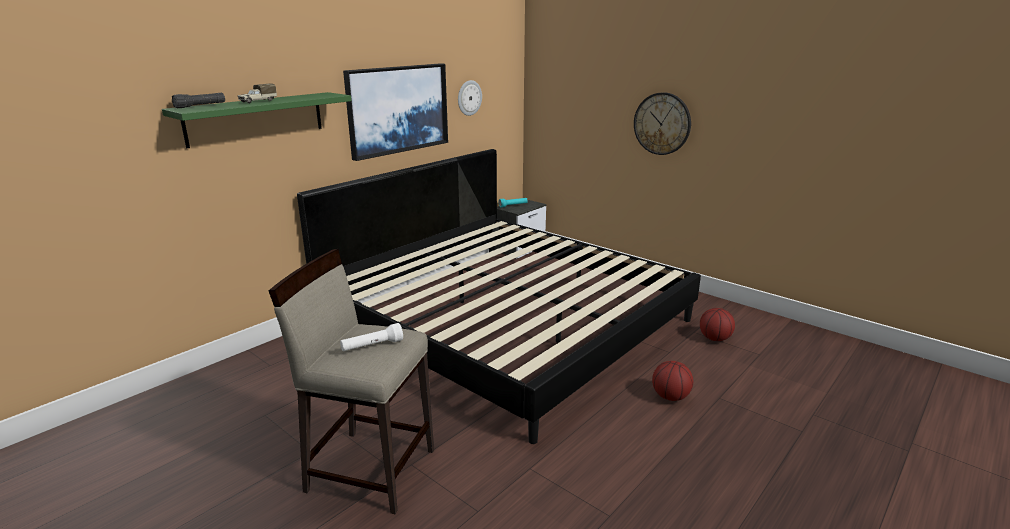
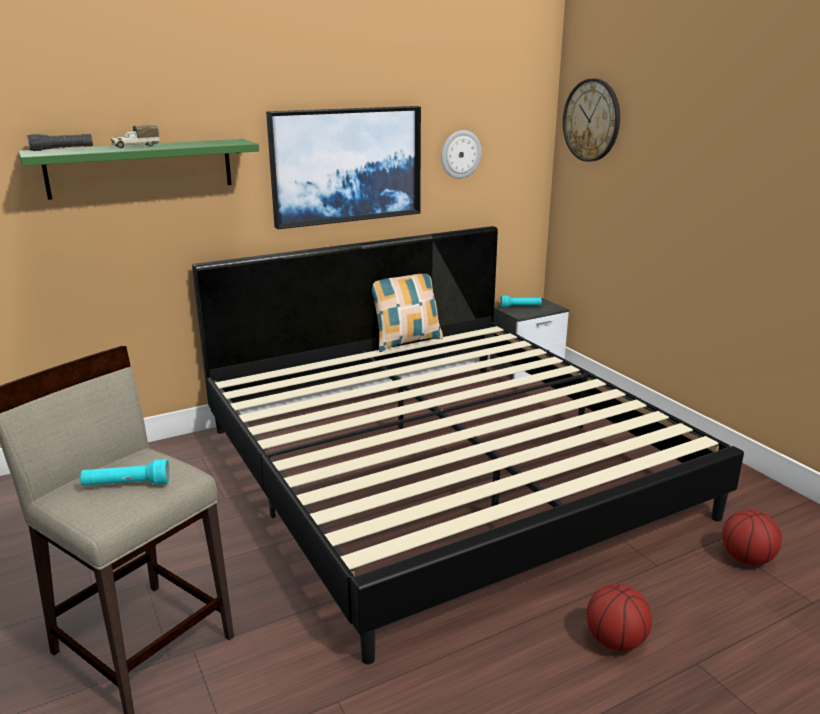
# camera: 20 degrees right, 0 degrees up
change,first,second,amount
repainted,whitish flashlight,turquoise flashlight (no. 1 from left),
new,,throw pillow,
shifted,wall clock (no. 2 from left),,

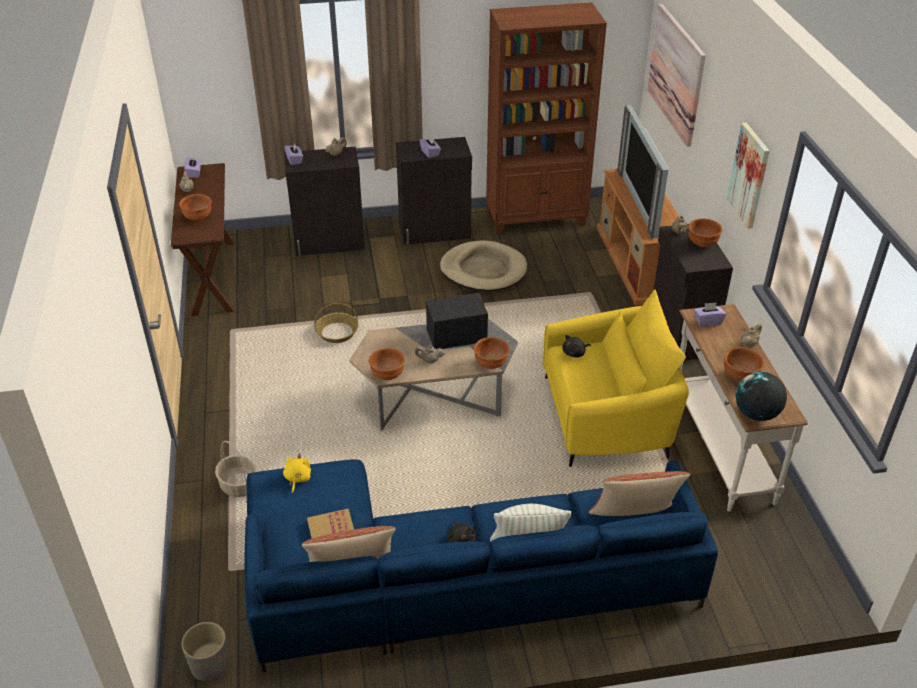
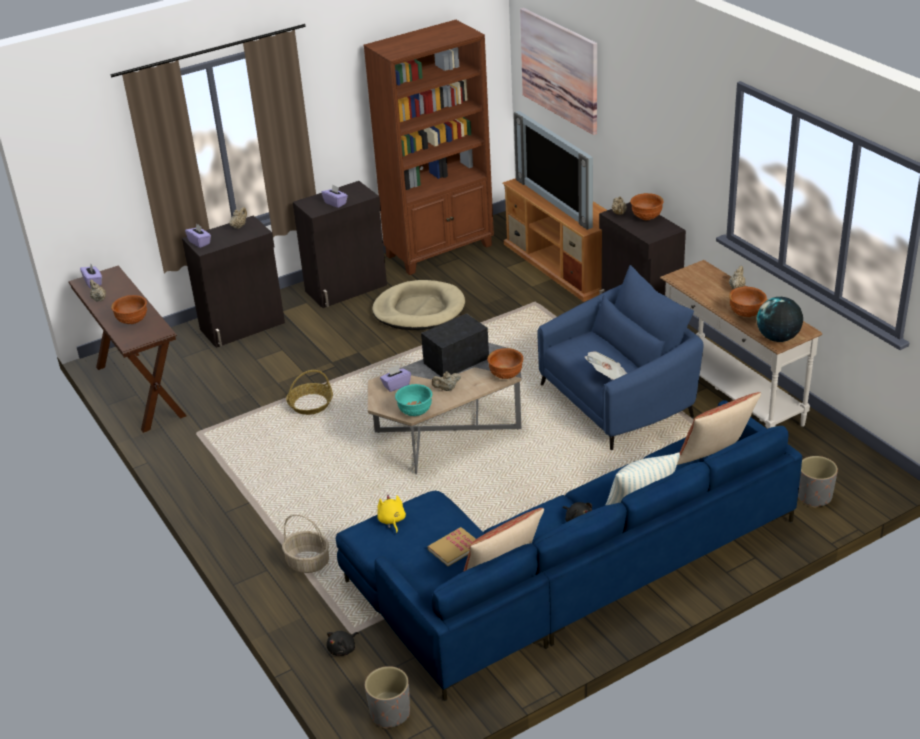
# camera: 20 degrees left, 5 degrees down
change,first,second,amount
shifted,black-coloured plush toy (no. 2 from left in the first image),black-coloured plush toy (no. 1 from left),
shifted,purple-coloured tissue holder (no. 4 from left),,
repainted,brownish serving bowl (no. 2 from left),turquoise serving bowl,
repainted,yellowish easy chair,blue easy chair,
new,,daily paper,
new,,grey planter (no. 2 from left),
gone,picture (no. 2 from left),,

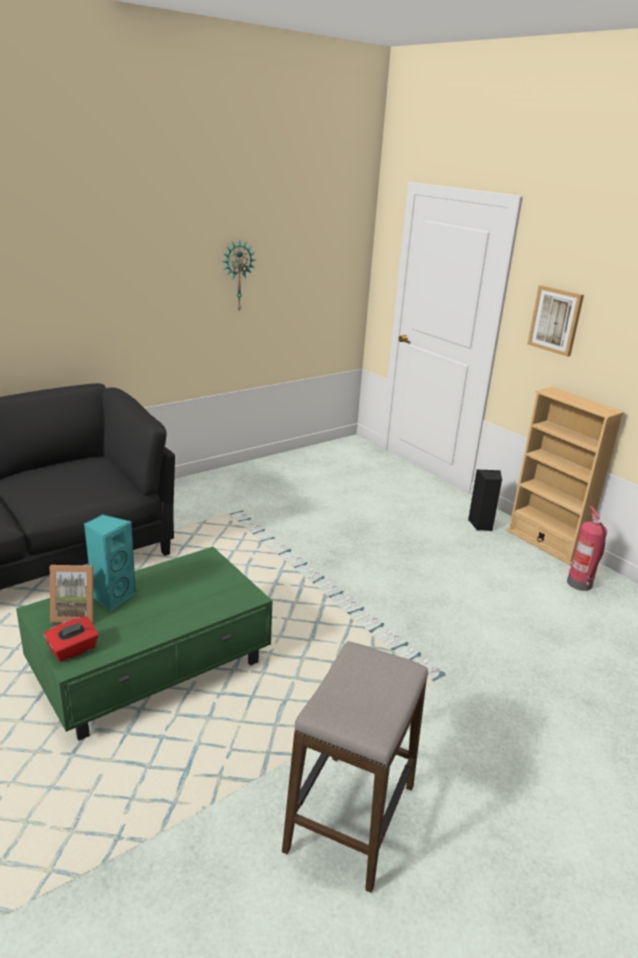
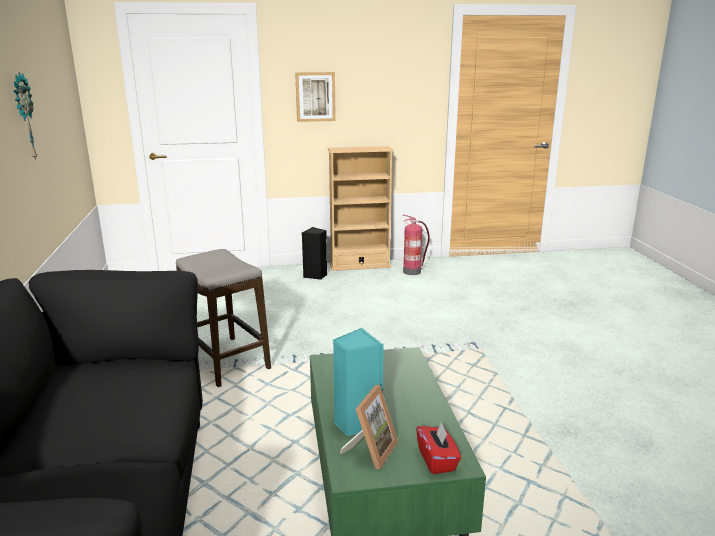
# camera: 60 degrees left, 5 degrees down
change,first,second,amount
shifted,stool seat,,

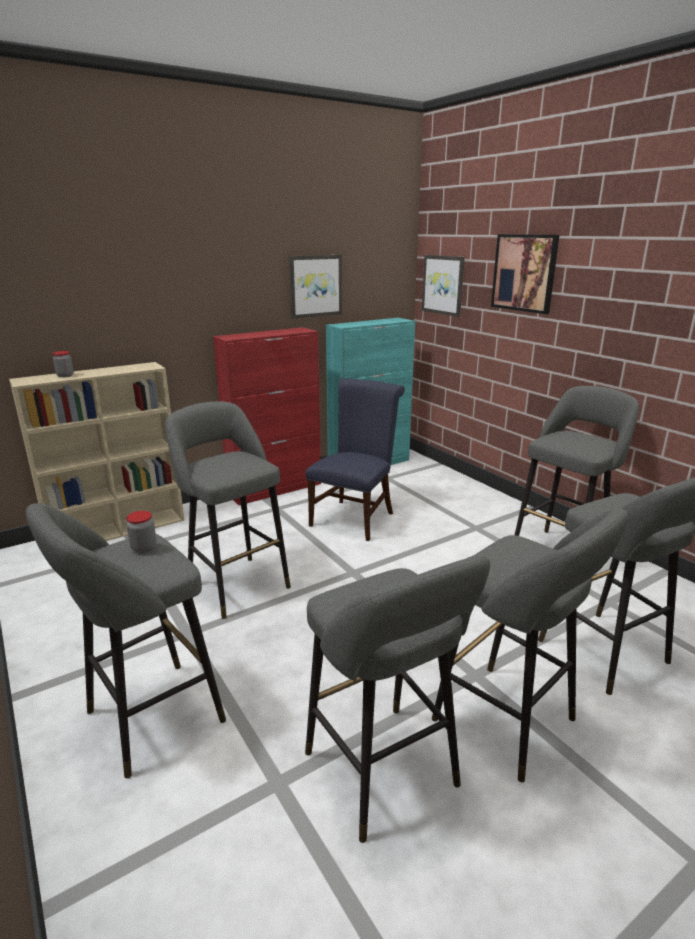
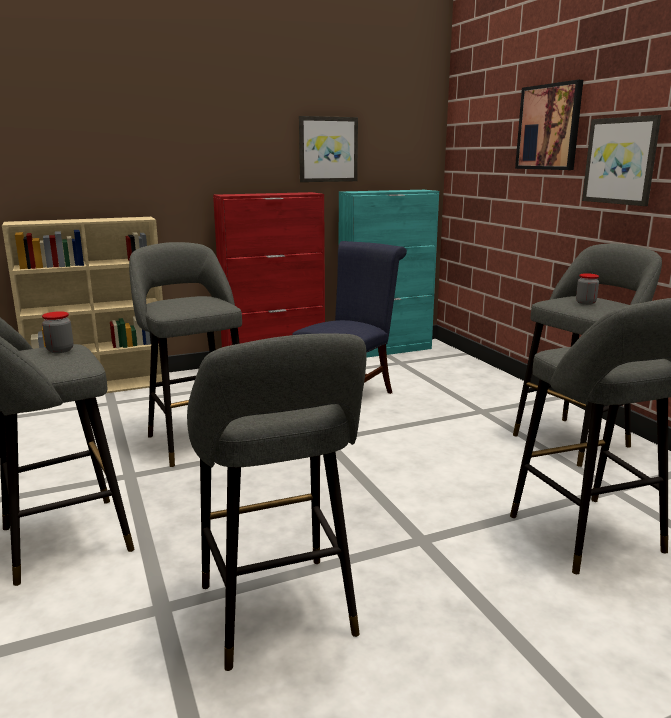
# camera: 10 degrees right, 5 degrees down
change,first,second,amount
shifted,jar (no. 1 from left in the first image),jar (no. 2 from left),
shifted,picture (no. 2 from left in the first image),picture (no. 3 from left),
gone,grey stool seat (no. 4 from left),,

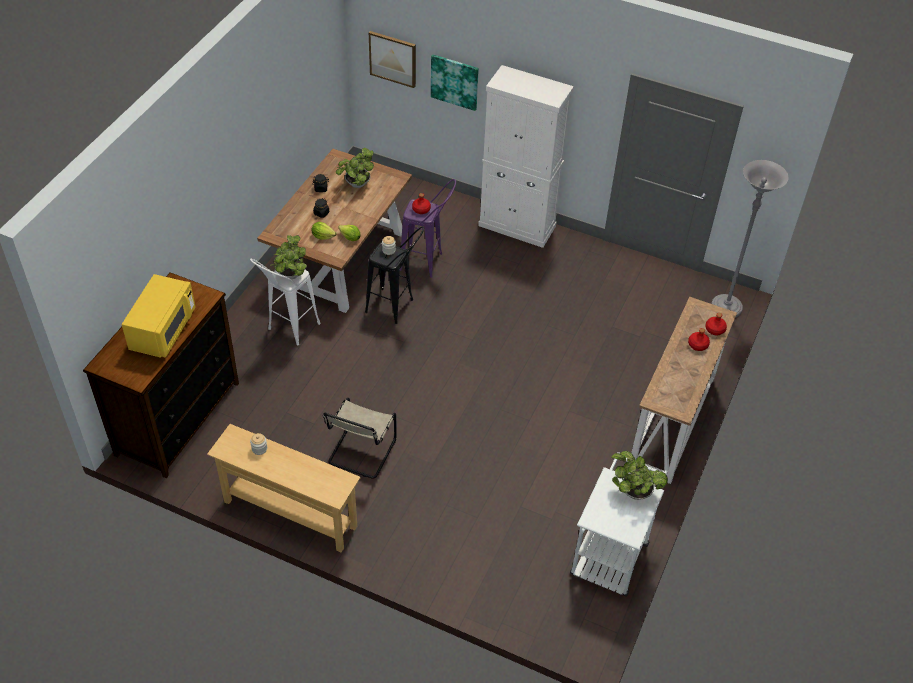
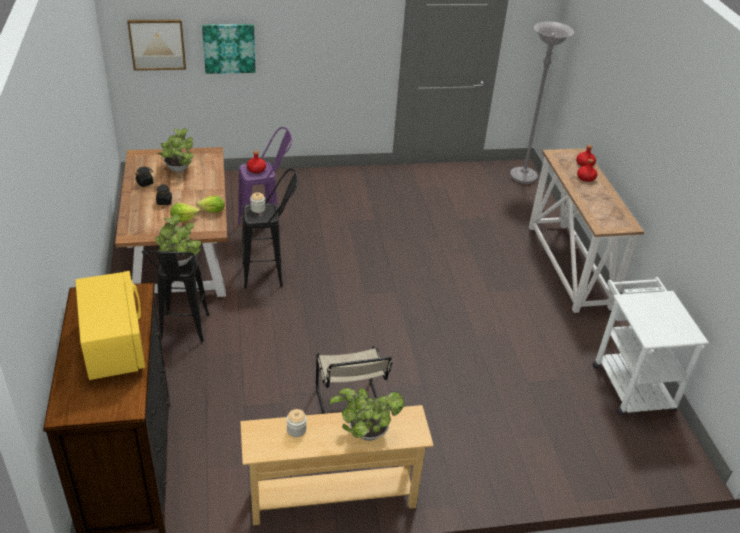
# camera: 35 degrees left, 10 degrees down
change,first,second,amount
repainted,whitish stool seat,black-coloured stool seat (no. 1 from left),
shifted,houseplant (no. 3 from left),,
gone,whitish cupboard,,

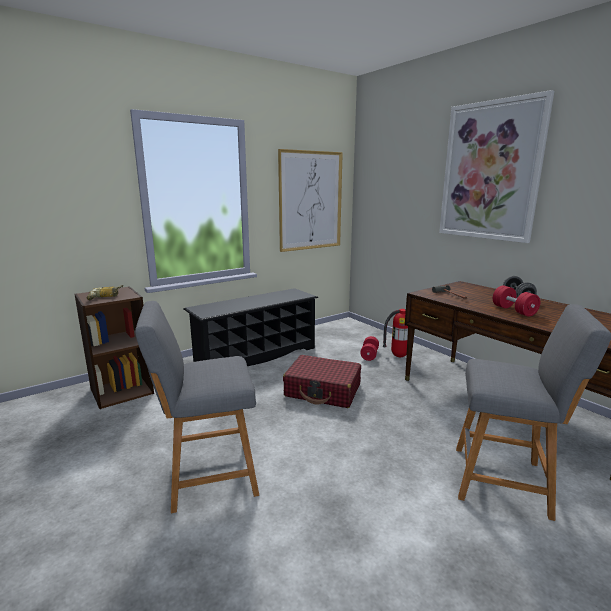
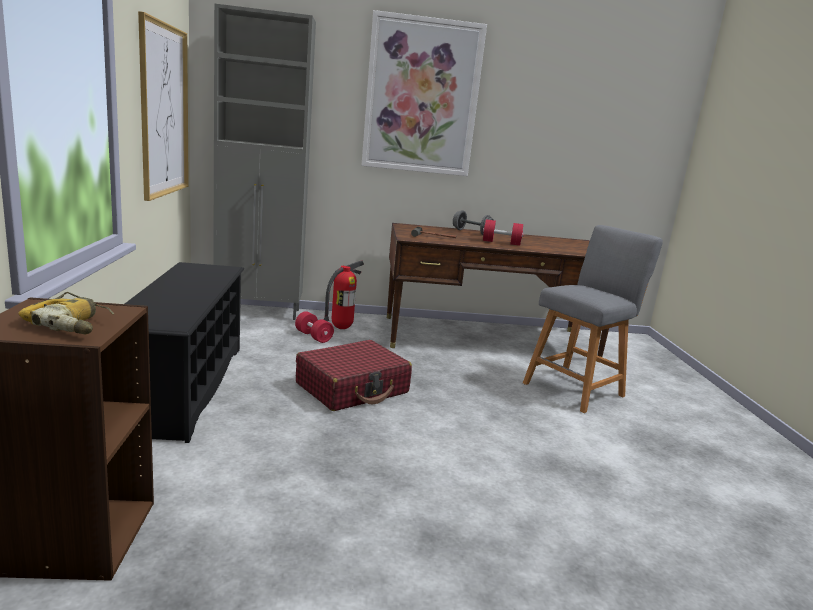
# camera: 60 degrees left, 0 degrees up
change,first,second,amount
new,,grey cupboard,
gone,grey stool seat (no. 1 from left),,

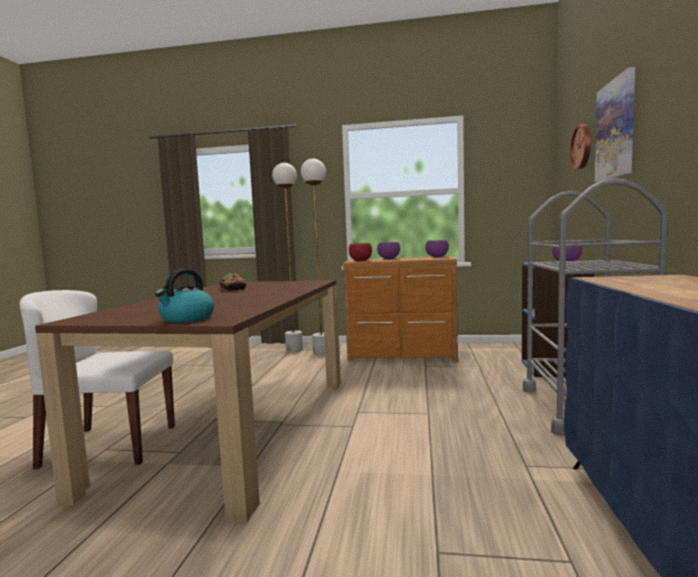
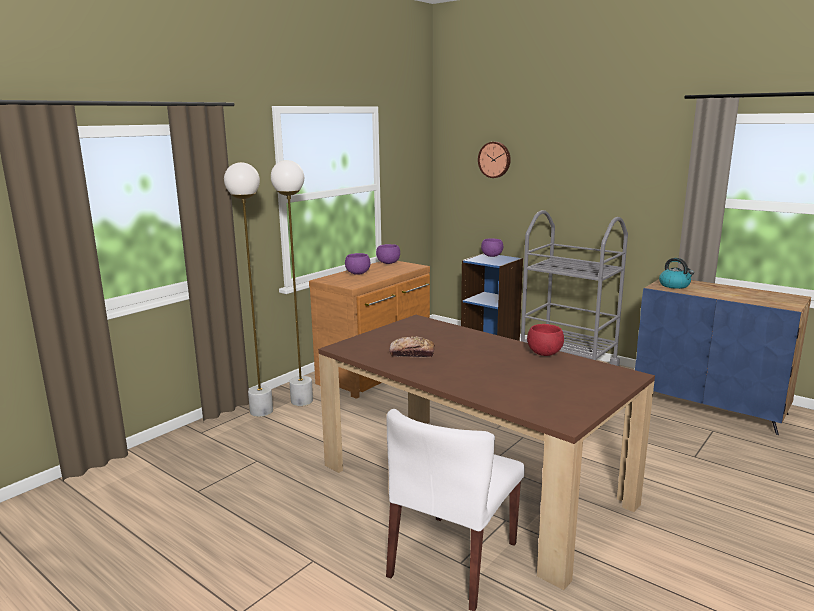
# camera: 60 degrees left, 10 degrees up
change,first,second,amount
shifted,red serving bowl,,
shifted,water kettle,,
gone,picture,,

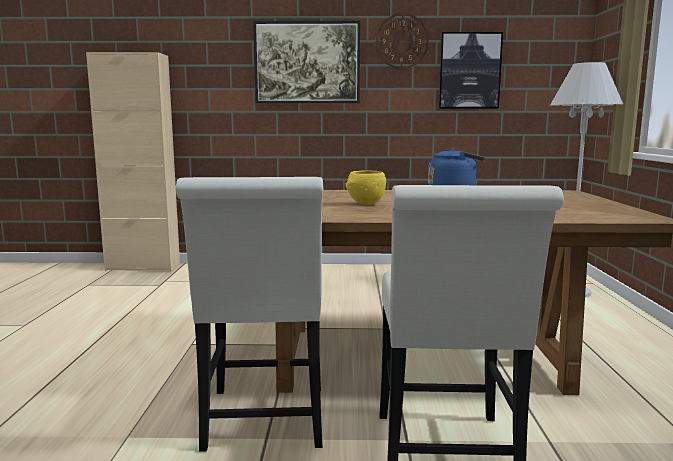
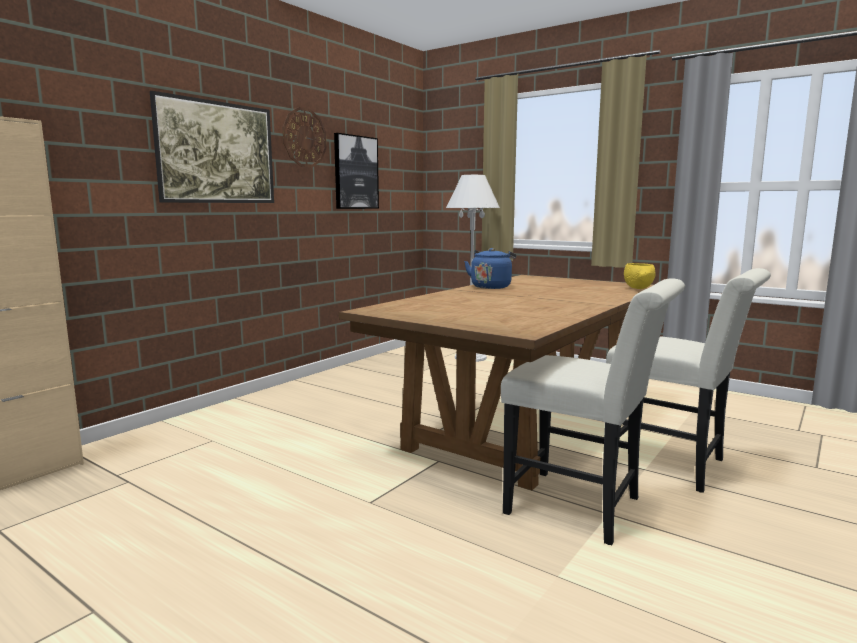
# camera: 55 degrees left, 0 degrees up
change,first,second,amount
shifted,yellowish serving bowl,,

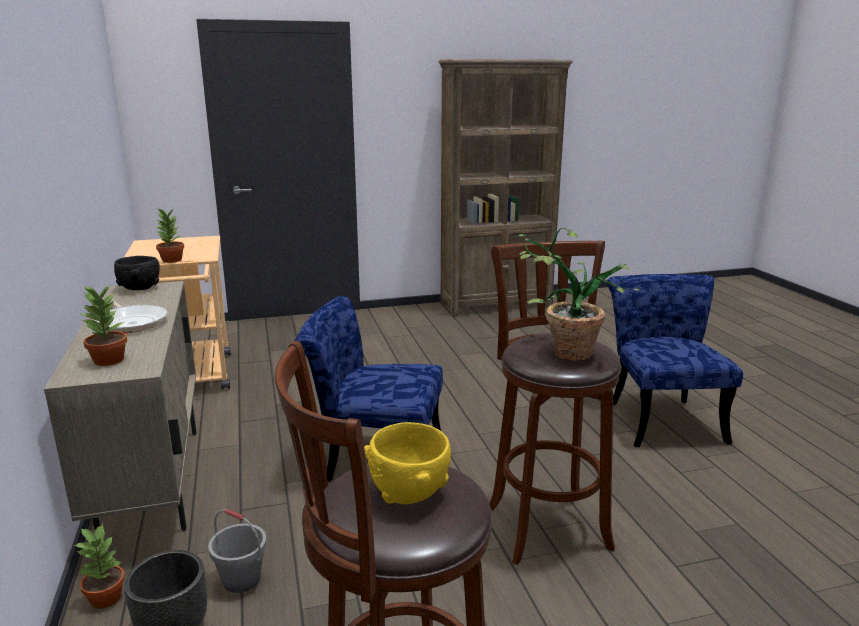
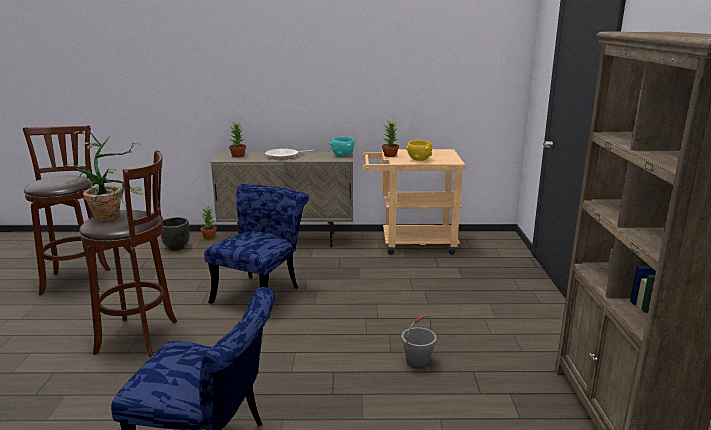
# camera: 105 degrees right, 0 degrees up
change,first,second,amount
repainted,black-coloured serving bowl,turquoise serving bowl,
shifted,grey water bucket,,
shifted,yellowish serving bowl,,

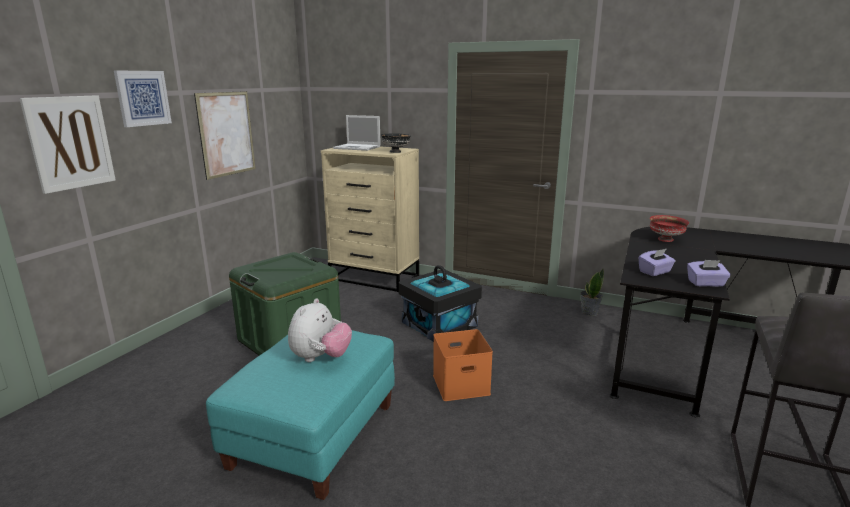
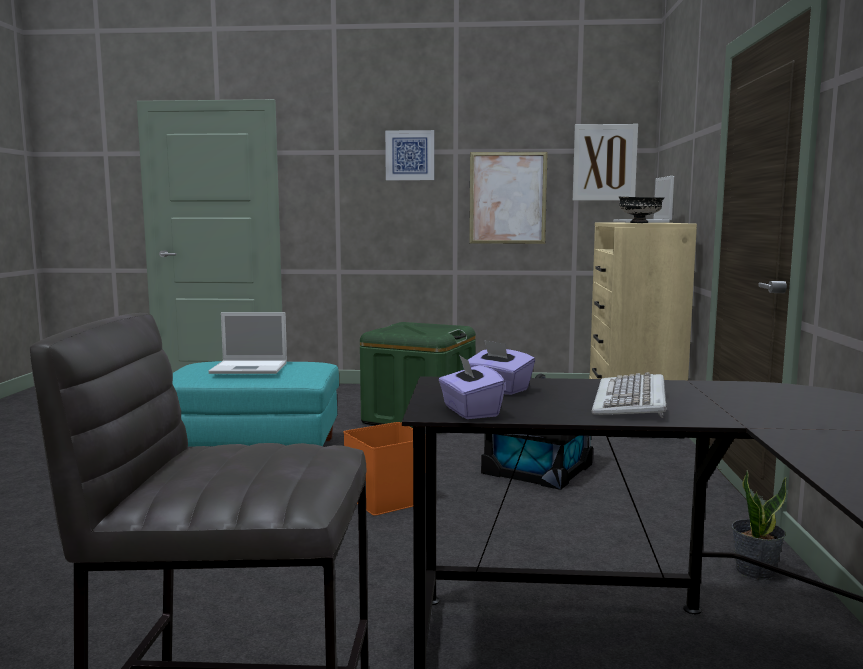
# camera: 70 degrees right, 10 degrees down
change,first,second,amount
swapped,plush toy,laptop (no. 1 from left),
shifted,picture (no. 1 from left in the first image),picture (no. 3 from left),
new,,computer keyboard,
gone,red serving bowl,,

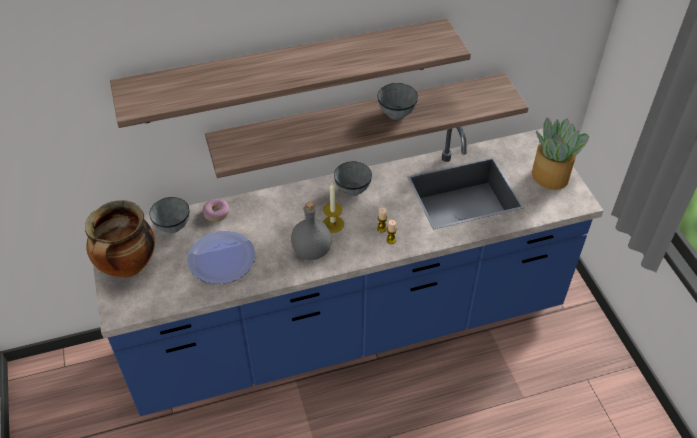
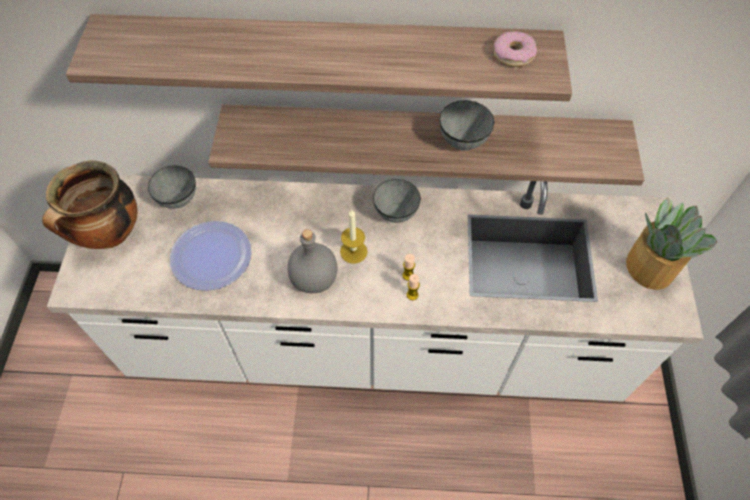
# camera: 20 degrees right, 10 degrees up
change,first,second,amount
repainted,blue kitchen base unit,whitish kitchen base unit,
shifted,donut,,

